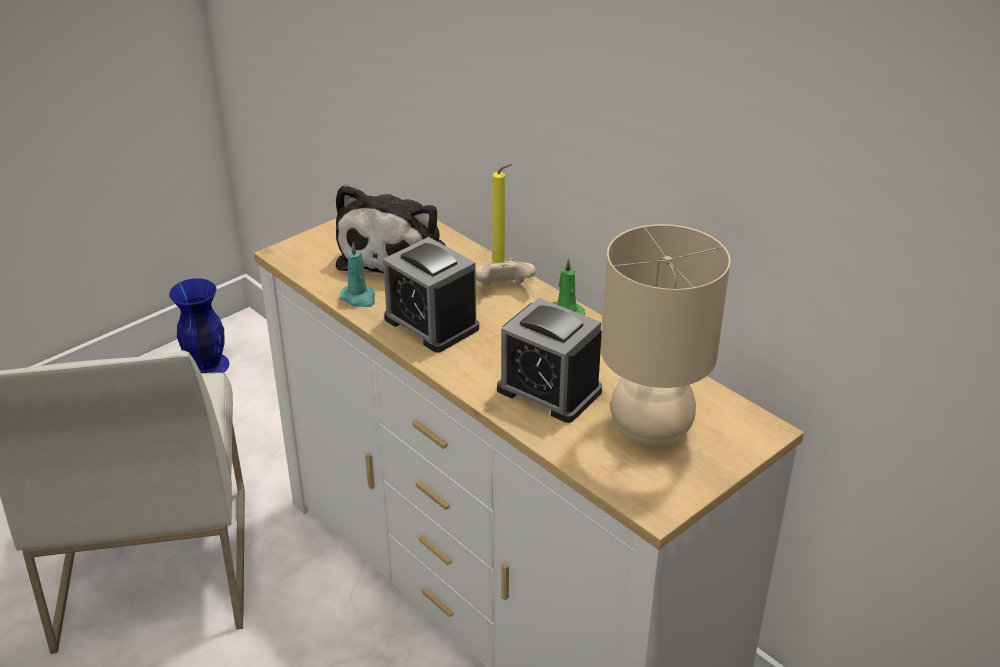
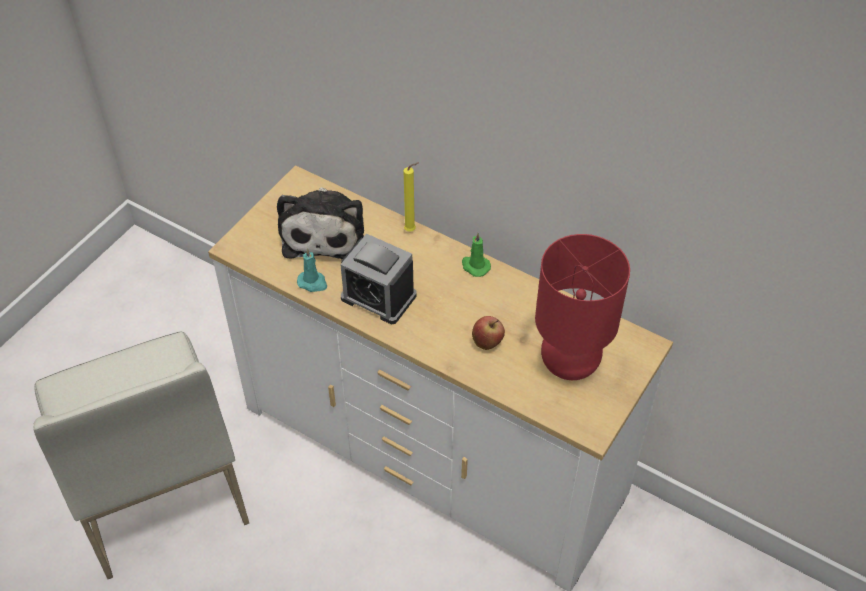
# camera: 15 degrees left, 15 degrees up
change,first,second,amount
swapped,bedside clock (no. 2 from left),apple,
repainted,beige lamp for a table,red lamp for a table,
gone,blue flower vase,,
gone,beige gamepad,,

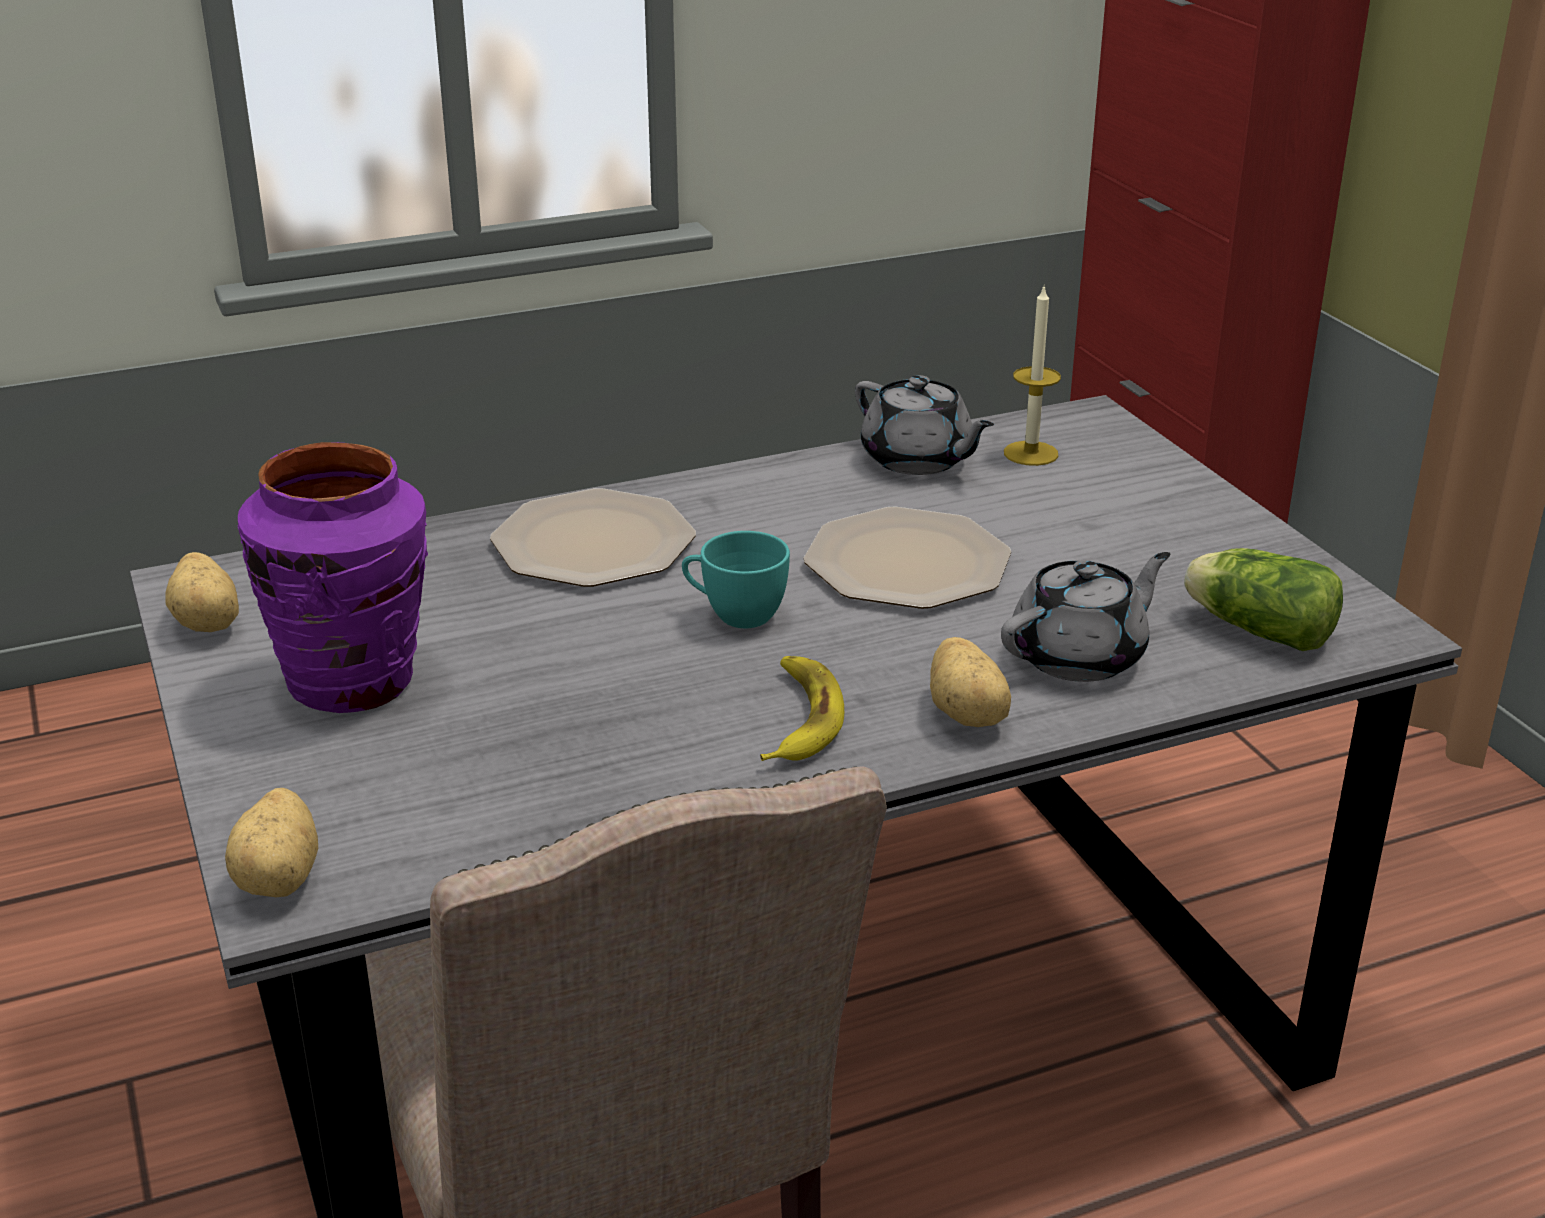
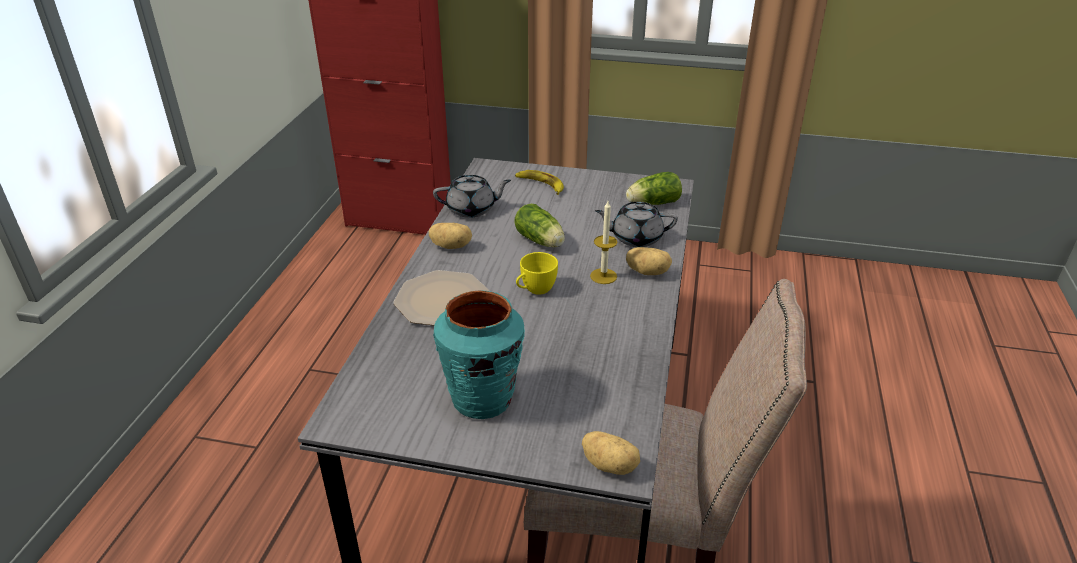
# camera: 55 degrees left, 5 degrees up
change,first,second,amount
shifted,potato (no. 1 from left),,
repainted,purple-coloured flower vase,turquoise flower vase,
swapped,plate (no. 2 from left),head of lettuce (no. 1 from left),
shifted,banana,,
repainted,turquoise small cup,yellowish small cup,
shifted,candle,,
rotated,grey pot for tea (no. 2 from left),,90 degrees counterclockwise

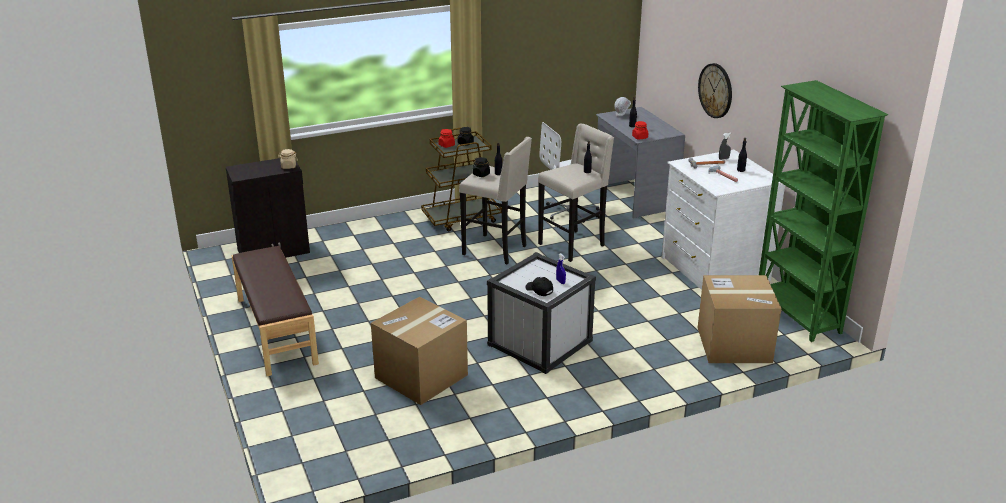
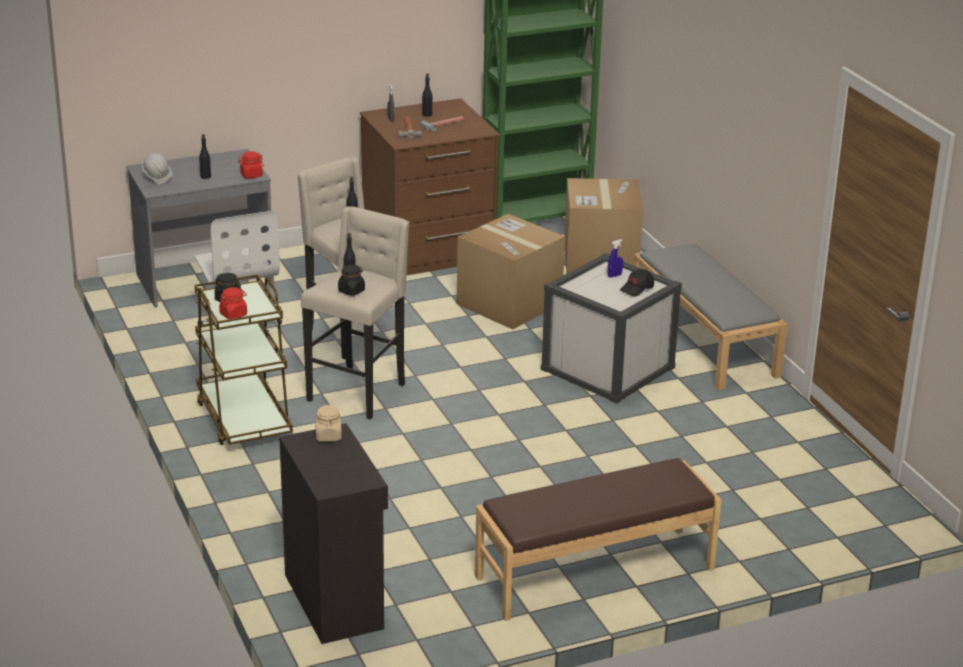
# camera: 90 degrees left, 0 degrees up
change,first,second,amount
repainted,whitish dresser,brownish dresser,
shifted,packing box (no. 1 from left),,
new,,grey bench,
gone,wall clock,,

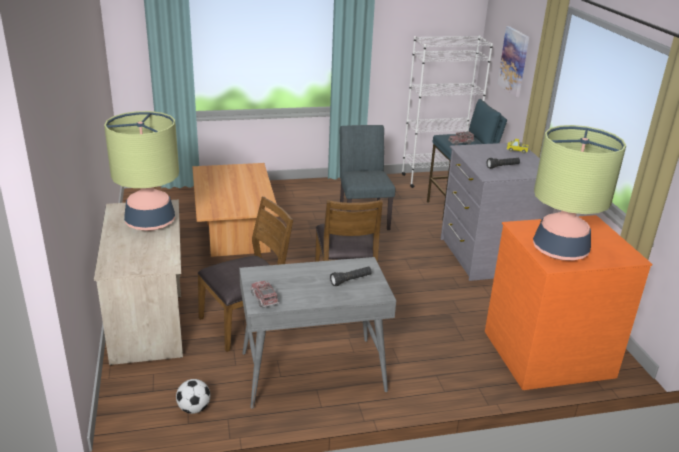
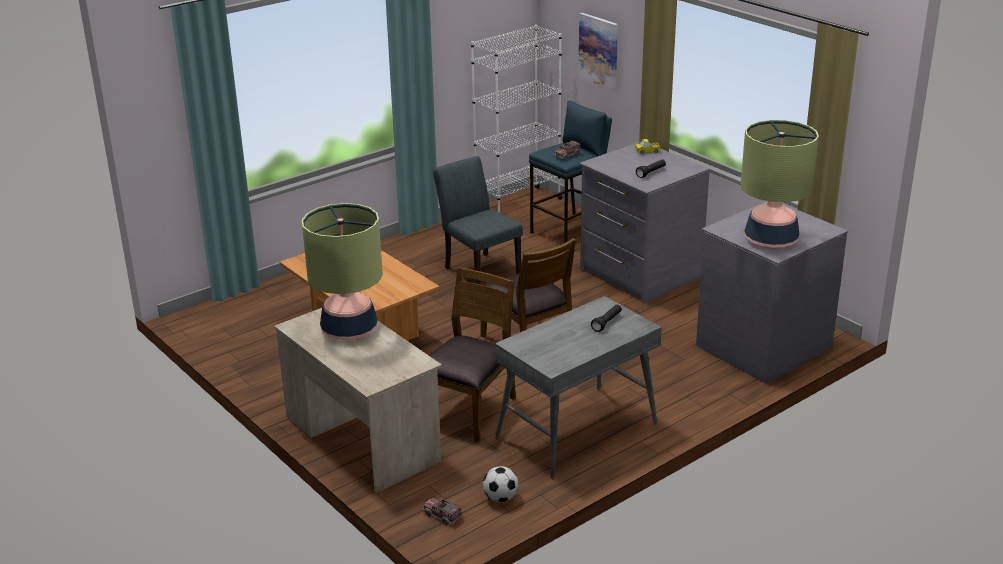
# camera: 25 degrees left, 0 degrees up
change,first,second,amount
shifted,toy truck (no. 1 from left),,
repainted,orangey dresser,grey dresser (no. 2 from left),

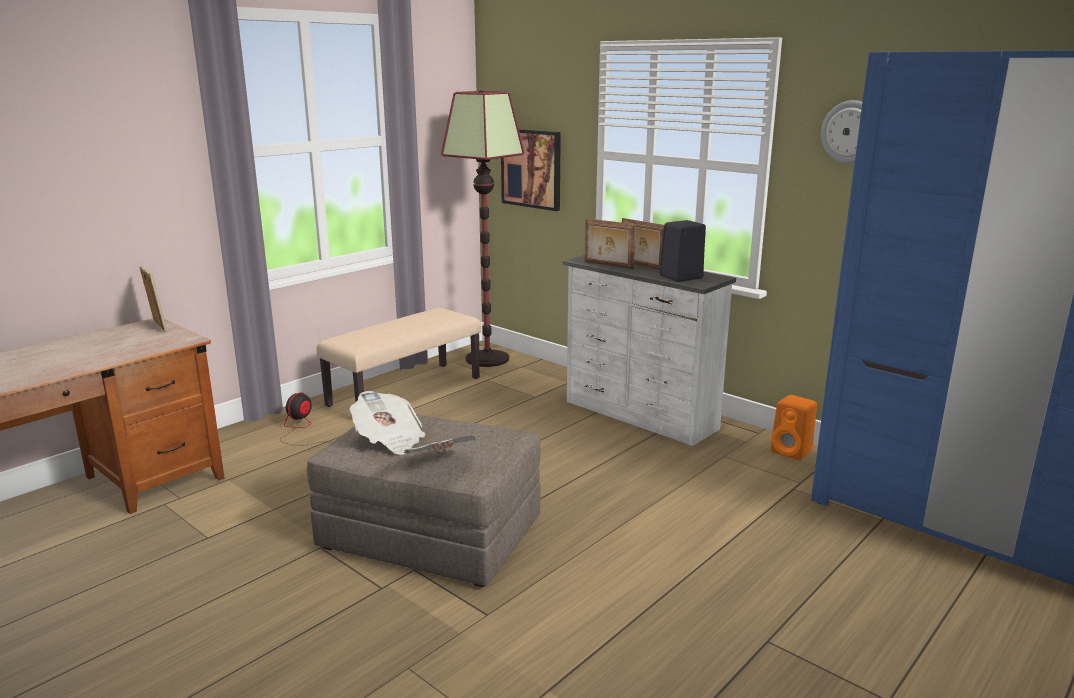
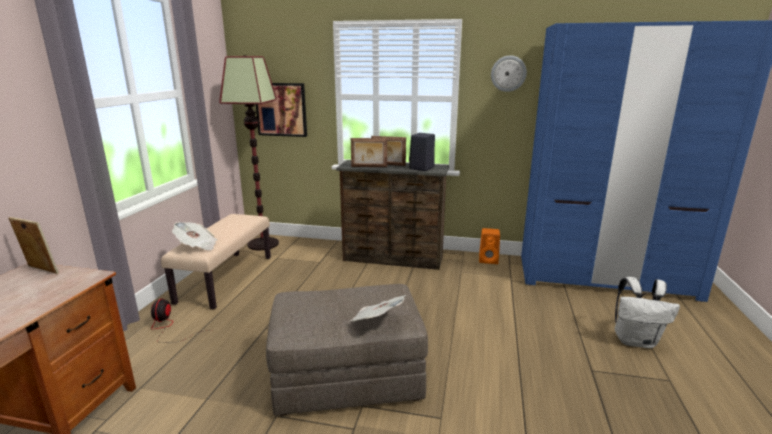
# camera: 30 degrees left, 0 degrees up
change,first,second,amount
shifted,daily paper (no. 1 from left),,
repainted,whitish dresser,brownish dresser,
new,,whitish rucksack,

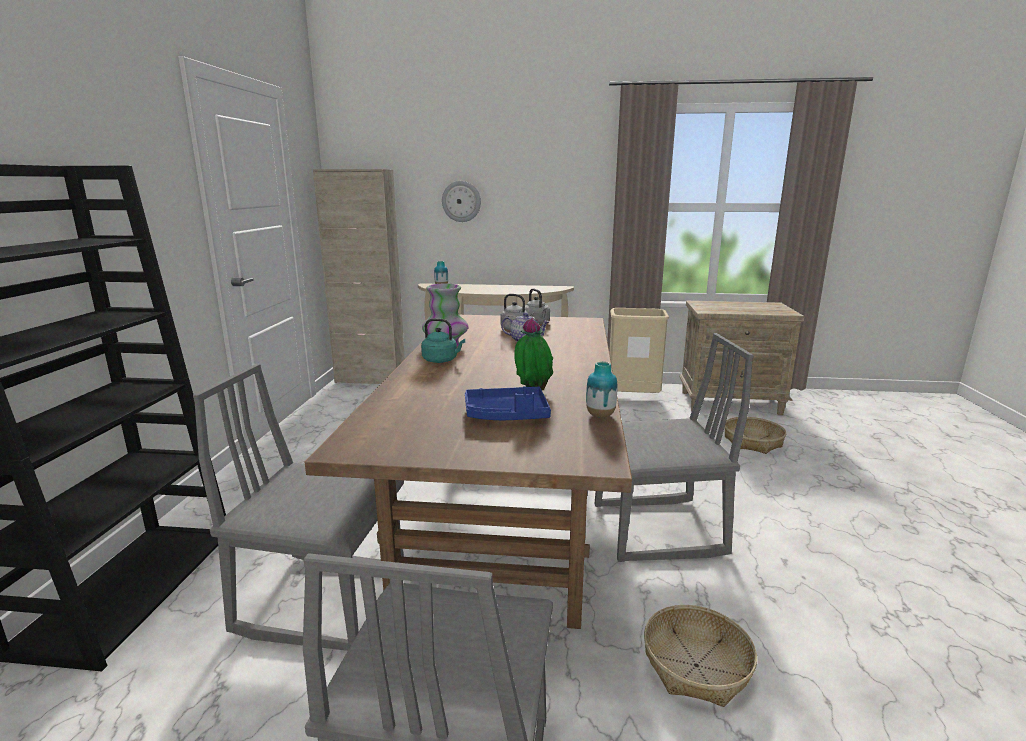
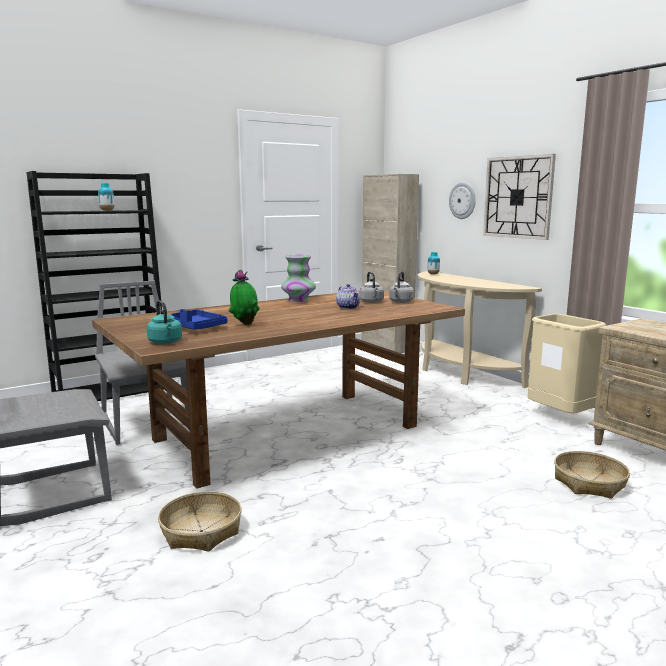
# camera: 50 degrees right, 5 degrees down
change,first,second,amount
shifted,flower vase (no. 3 from left in the first image),flower vase (no. 1 from left),
shifted,turquoise water kettle,,
new,,wall clock (no. 2 from left),
gone,grey plain chair (no. 3 from left),,

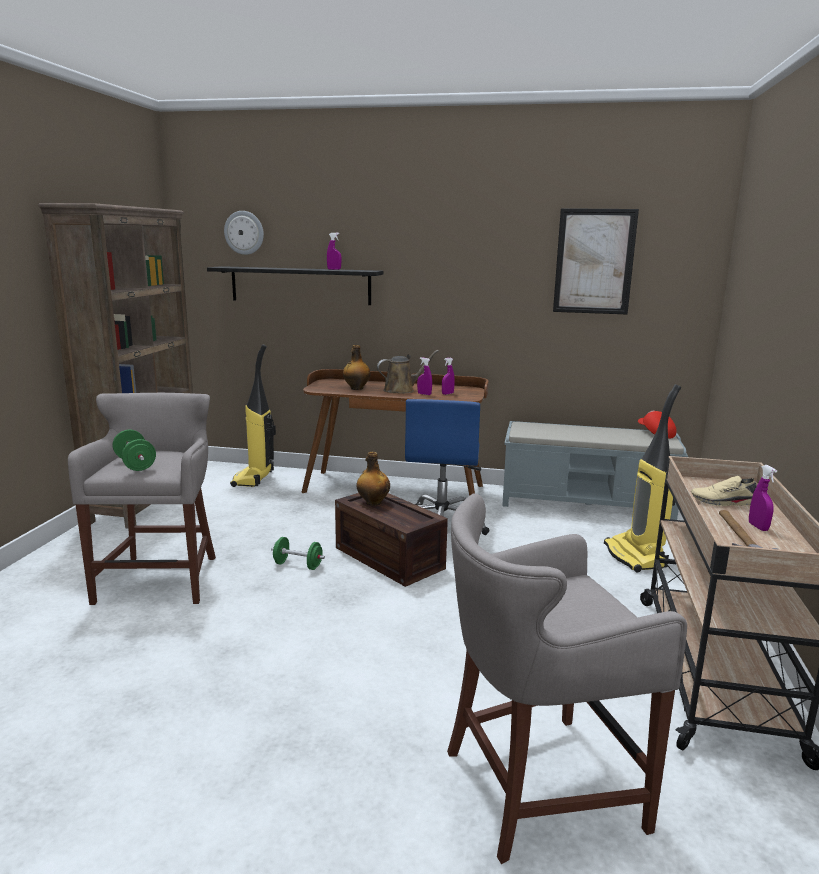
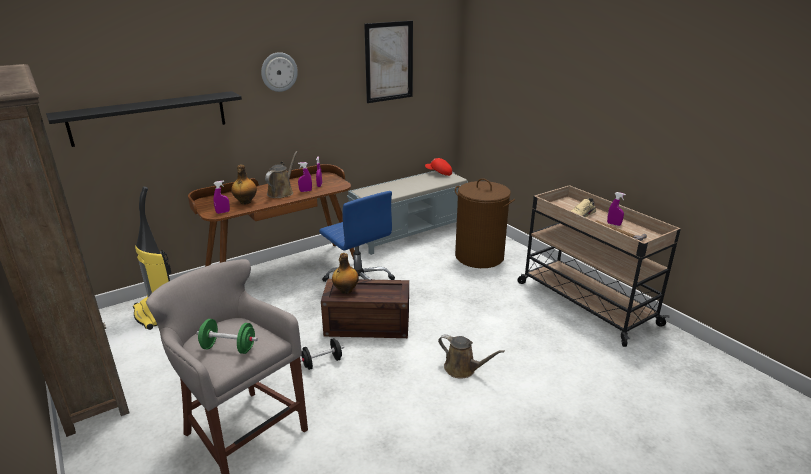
# camera: 45 degrees left, 10 degrees up
change,first,second,amount
shifted,purple-coloured sprayer (no. 1 from left),,
shifted,wall clock,,
repainted,green free weight (no. 2 from left),black-coloured free weight,
new,,brownish watering pot (no. 2 from left),
swapped,vacuum (no. 2 from left),brownish laundry basket,
gone,grey stool seat (no. 2 from left),,

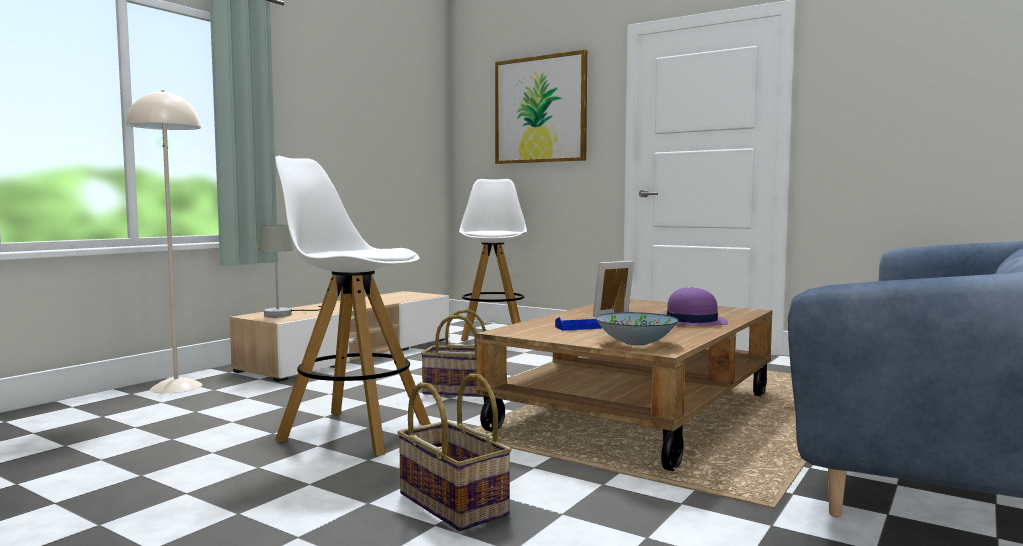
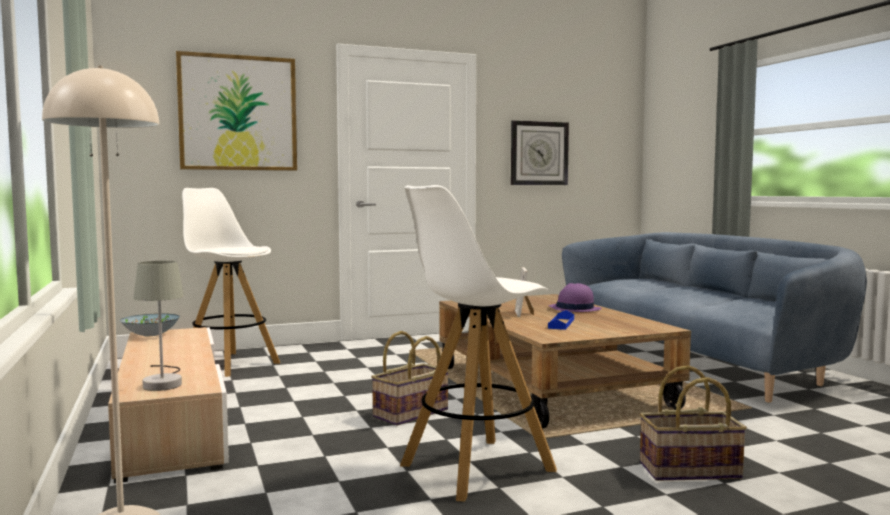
# camera: 55 degrees left, 0 degrees up
change,first,second,amount
shifted,serving bowl,,
new,,wall clock,

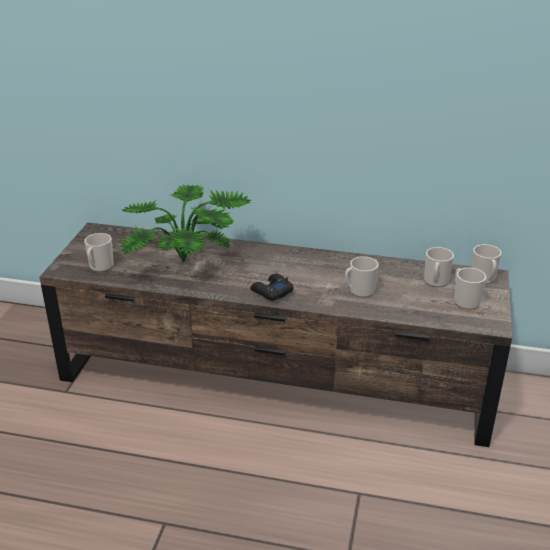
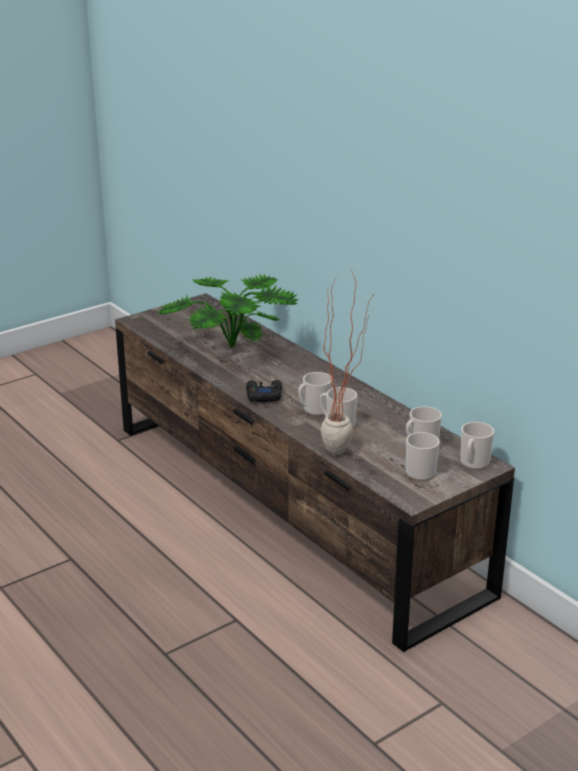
# camera: 40 degrees right, 5 degrees down
change,first,second,amount
shifted,mug (no. 1 from left),,
new,,houseplant (no. 2 from left),

